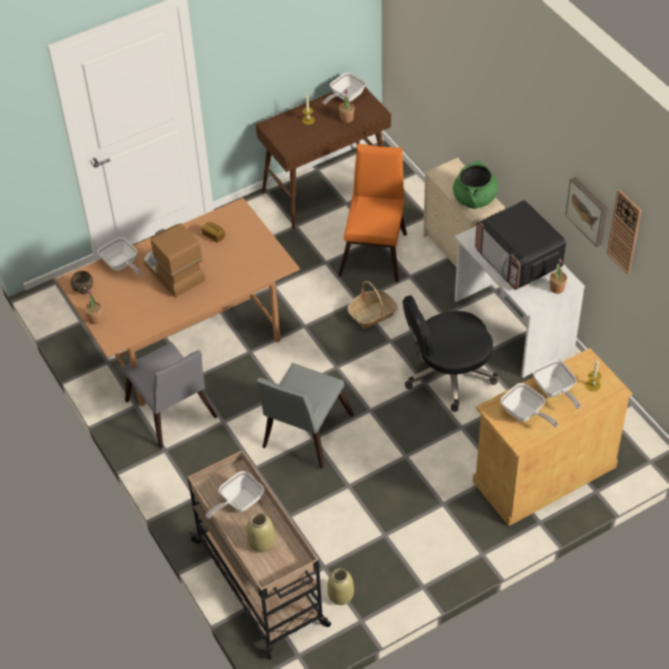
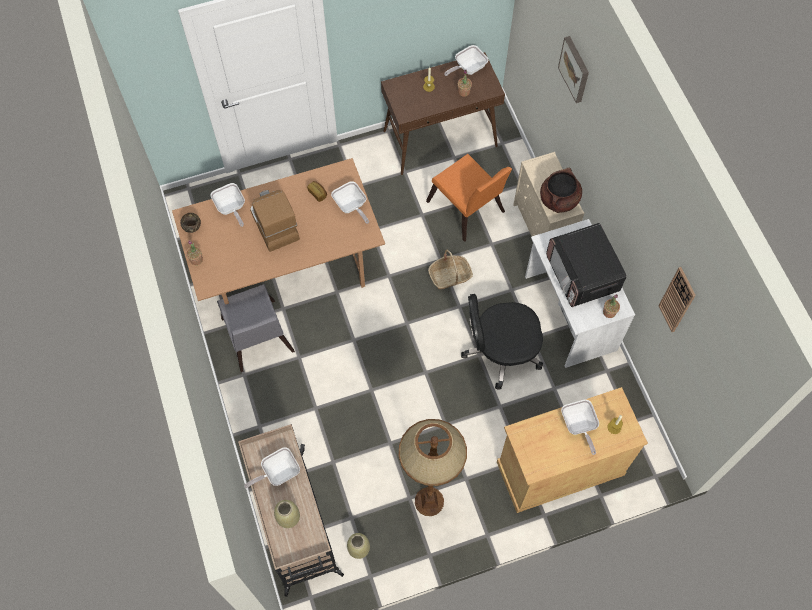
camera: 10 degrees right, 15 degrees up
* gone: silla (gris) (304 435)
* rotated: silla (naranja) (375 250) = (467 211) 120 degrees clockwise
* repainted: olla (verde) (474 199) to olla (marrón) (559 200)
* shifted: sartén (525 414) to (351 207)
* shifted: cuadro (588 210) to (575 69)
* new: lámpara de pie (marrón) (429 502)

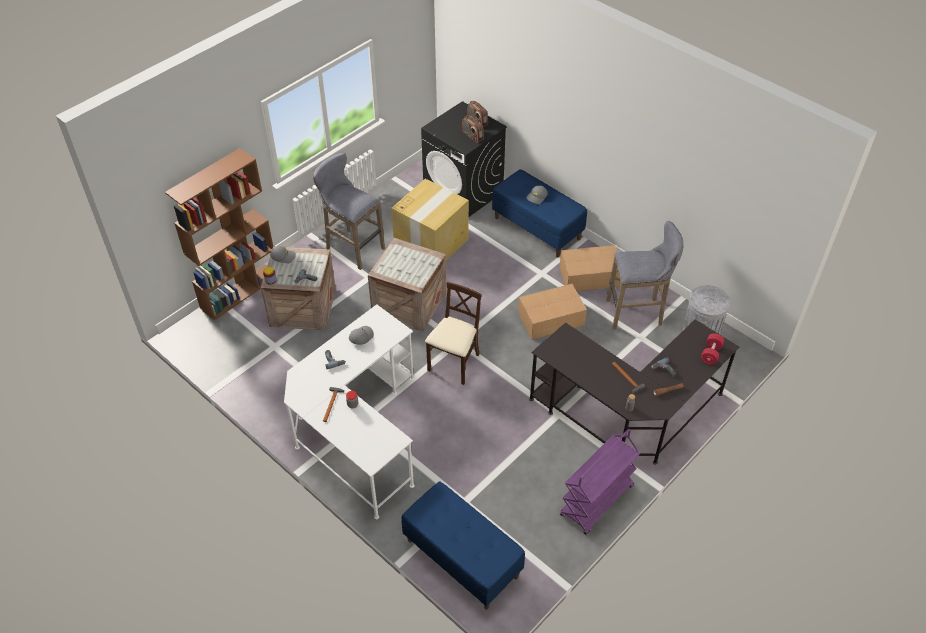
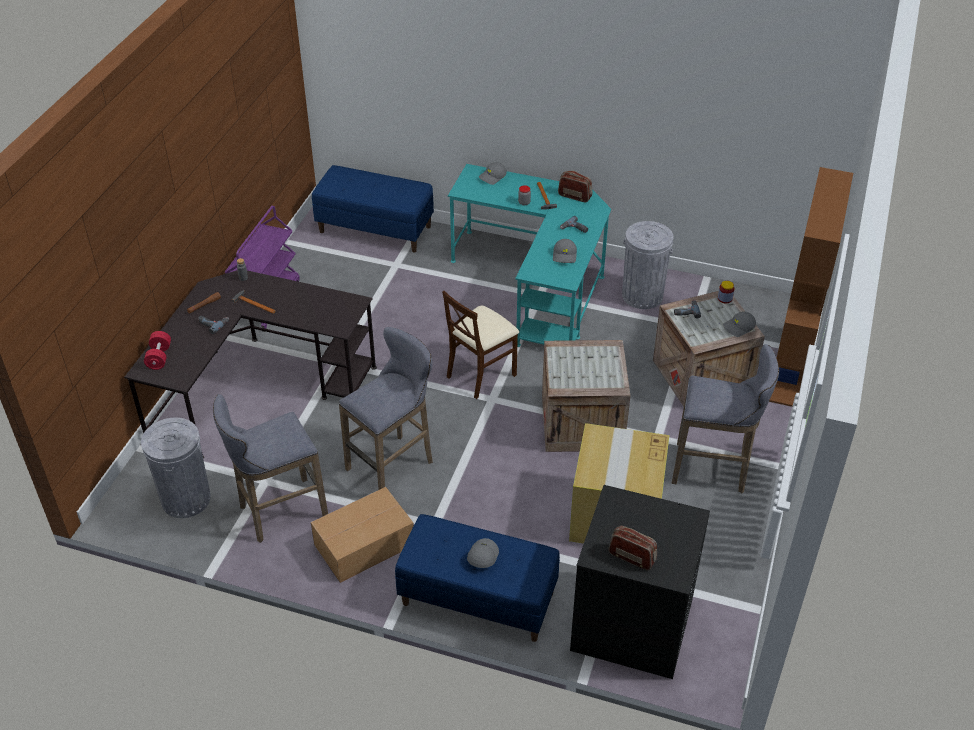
camera: 155 degrees right, 5 degrees down
* repainted: escritorio (blanco) (356 431) to escritorio (turquesa) (538 283)
* rotated: silla (beis) (454 364) = (481 374) 45 degrees clockwise
* shifted: radio (472 136) to (574 196)
* swapped: caja de cartón (550 319) to taburete (gris) (393 464)
* new: gorra (gris) (492 177)
* new: papelera (gris) (642 295)

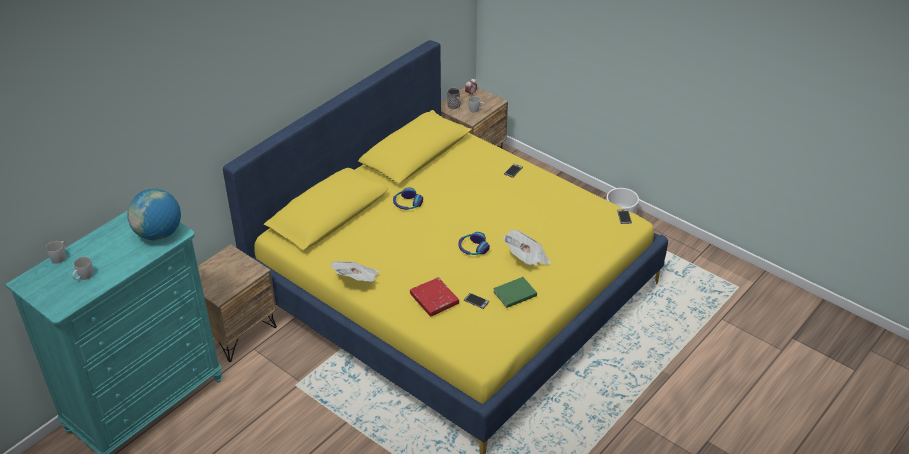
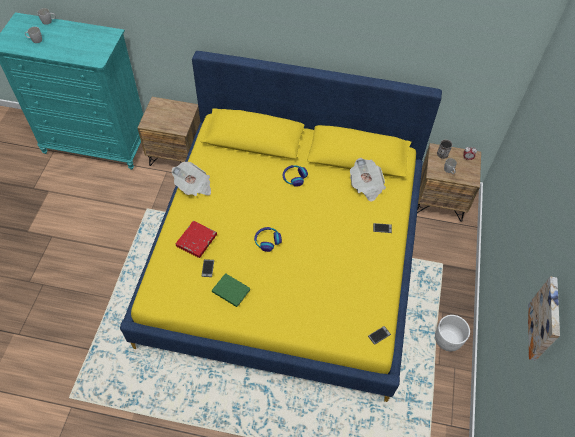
camera: 60 degrees right, 15 degrees up
* gone: globo terráqueo (158 234)
* shifted: periódico (527 258) to (366 186)
* new: cuadro (546 319)

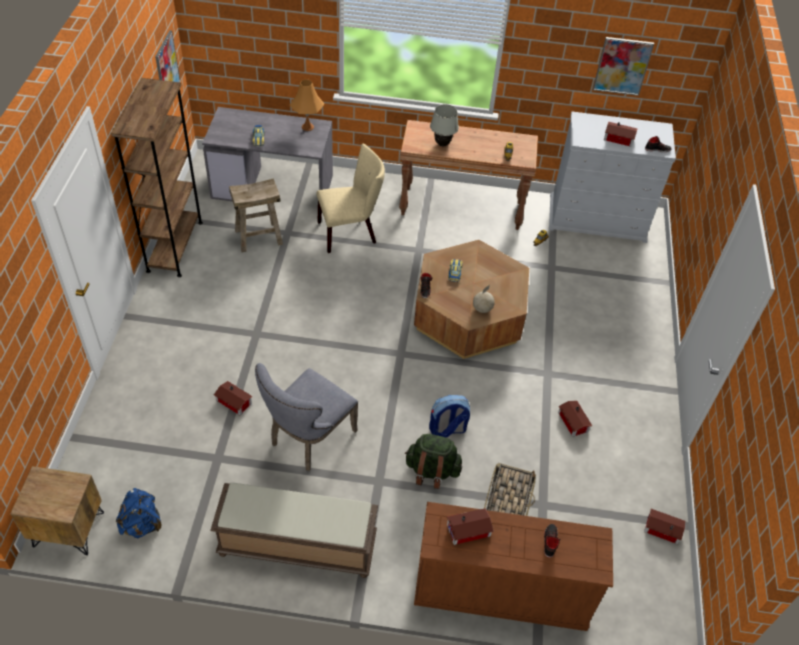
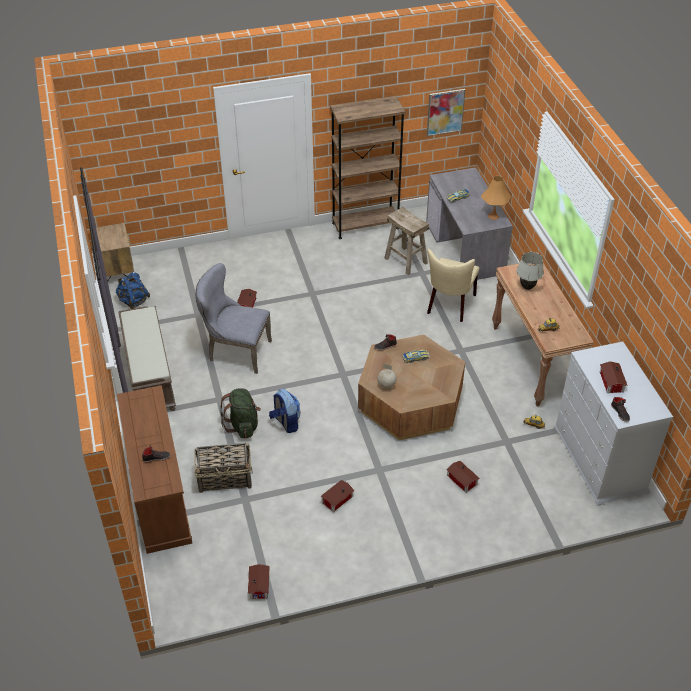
camera: 70 degrees right, 5 degrees down
* rotated: silla (beis) (351 232) = (449 306) 60 degrees clockwise
* shifted: casita (470 531) to (462 481)
* gone: cuadro (622 66)

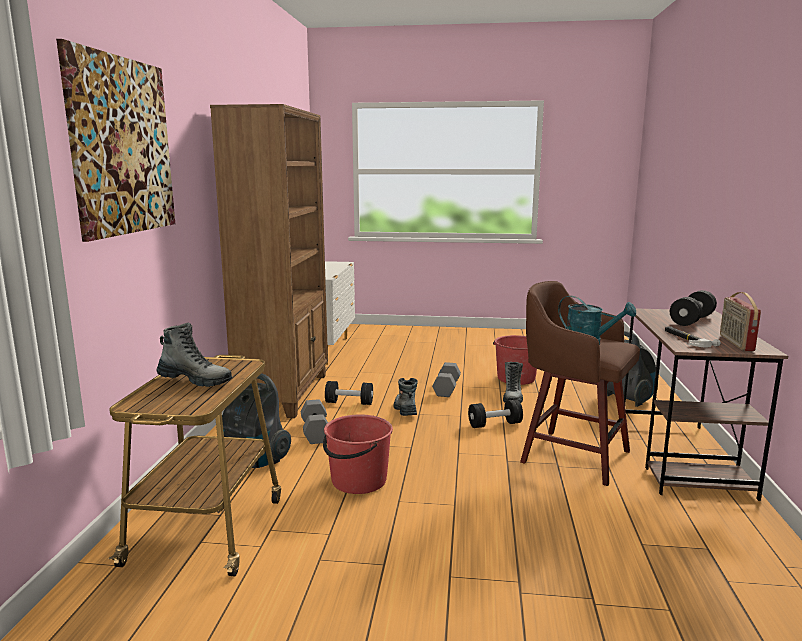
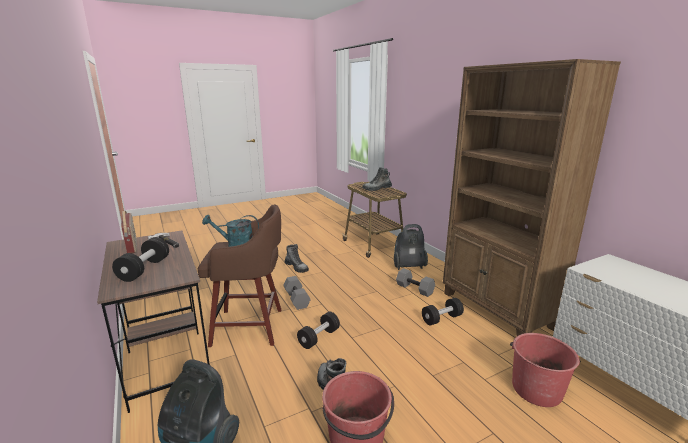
camera: 145 degrees right, 5 degrees up
* gone: cuadro (122 146)
* shifted: cubo (rojo) (358 481) to (536 389)
* shifted: bota (405 410) to (296 267)
* shifted: mancuerna (gris) (447 389) to (296 299)

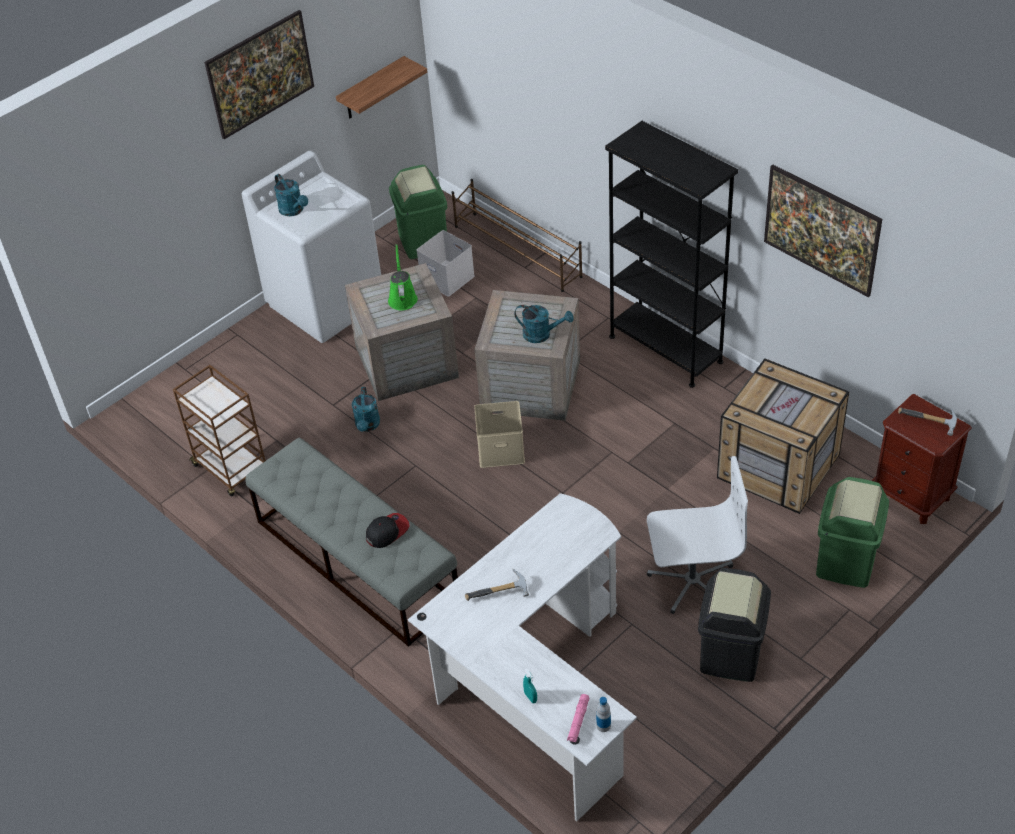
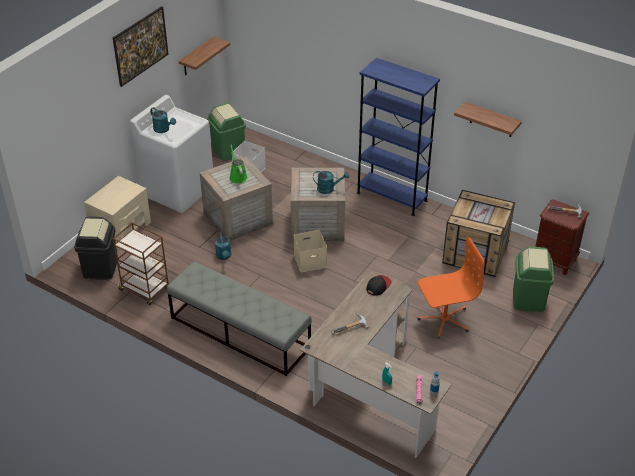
camera: 15 degrees left, 5 degrees down
* shifted: gorra (387 531) to (378 286)
* repainted: escritorio (blanco) (534 685) to escritorio (marrón) (369 387)
* gone: zapatero (marrón) (517 252)
* repainted: estantería (negro) (665 349) to estantería (azul) (391 197)
* repainted: silla de oficina (blanco) (691 581) to silla de oficina (naranja) (444 319)
* shifted: papelera (negro) (730 654) to (100 268)
* swapped: cuadro (819 248) to estante (491 120)
* new: mesita de noche (beis) (121 229)

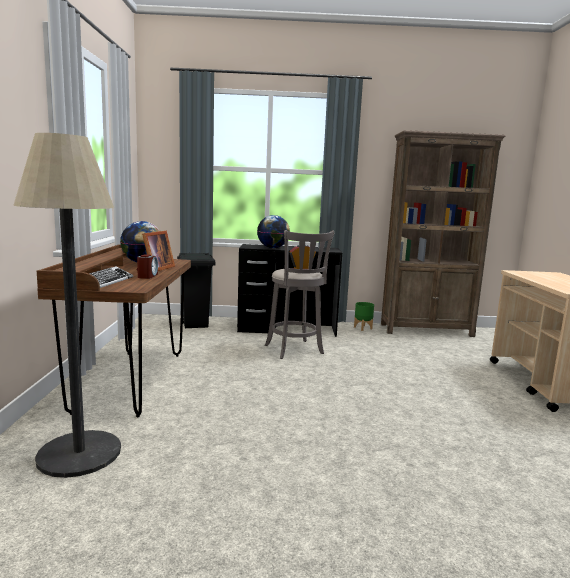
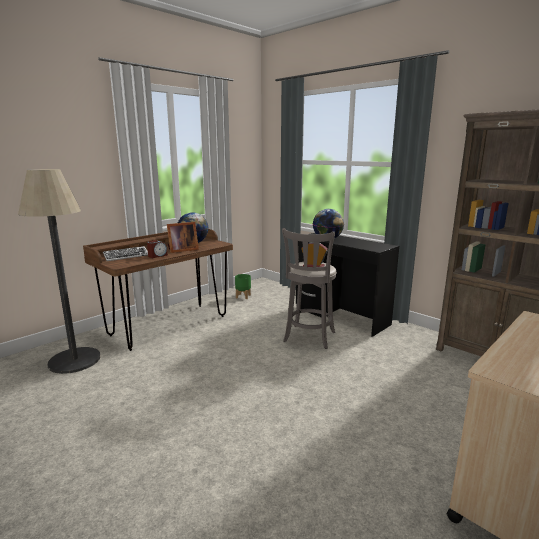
camera: 45 degrees right, 5 degrees up
* gone: papelera (negro) (196 325)
* shifted: maceta (verde) (363 328) to (243 296)

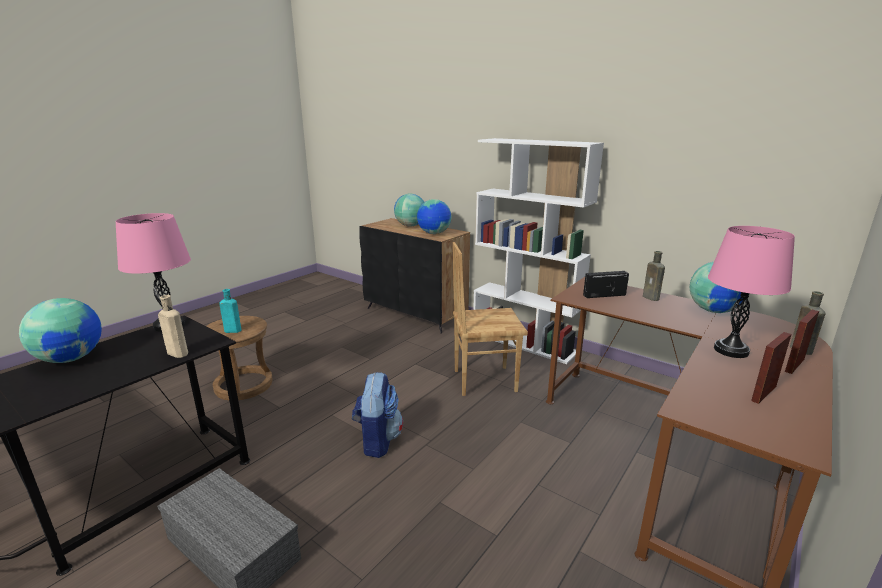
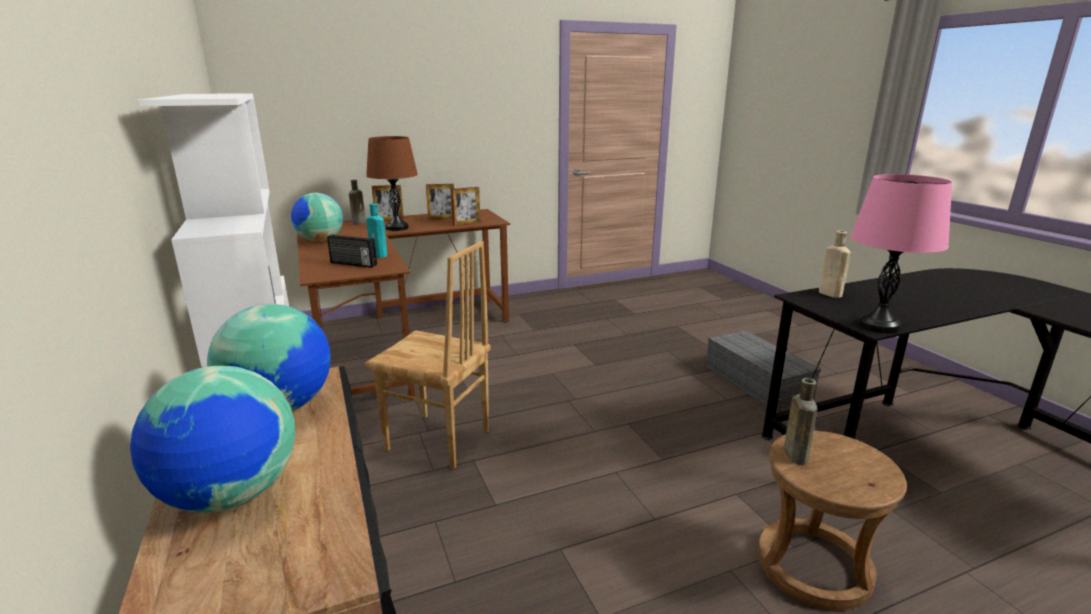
camera: 150 degrees left, 0 degrees up
* gone: globo terráqueo (71 358)
* shifted: botella (turquesa) (231 331) to (379 255)
* gone: mochila (377 440)
* shifted: botella (marrón) (651 298) to (794 454)
* repainted: lámpara de mesa (rosa) (731 350) to lámpara de mesa (marrón) (397 228)
* new: portarretratos (467 224)

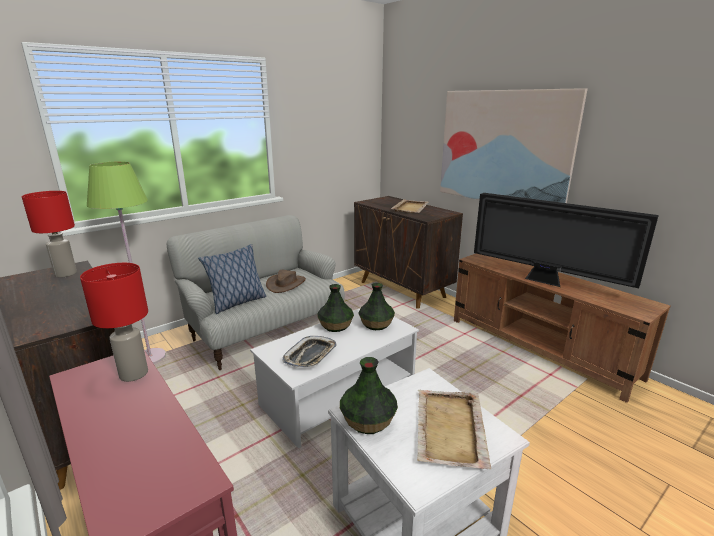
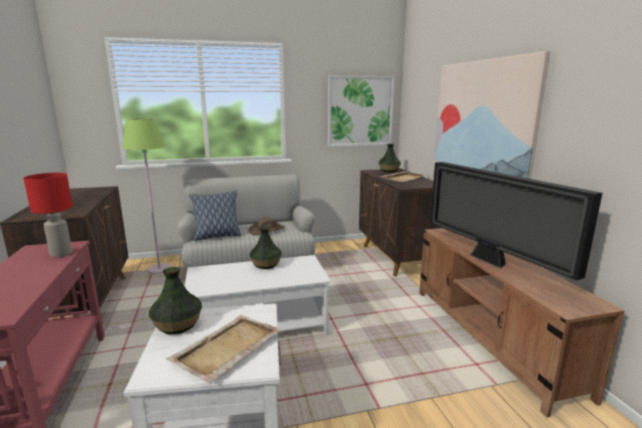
camera: 25 degrees right, 5 degrees down
* gone: lámpara de mesa (rojo) (65 274)
* gone: bandeja (310 355)
* shifted: florero (376 324) to (389 171)
* new: cuadro (360 111)

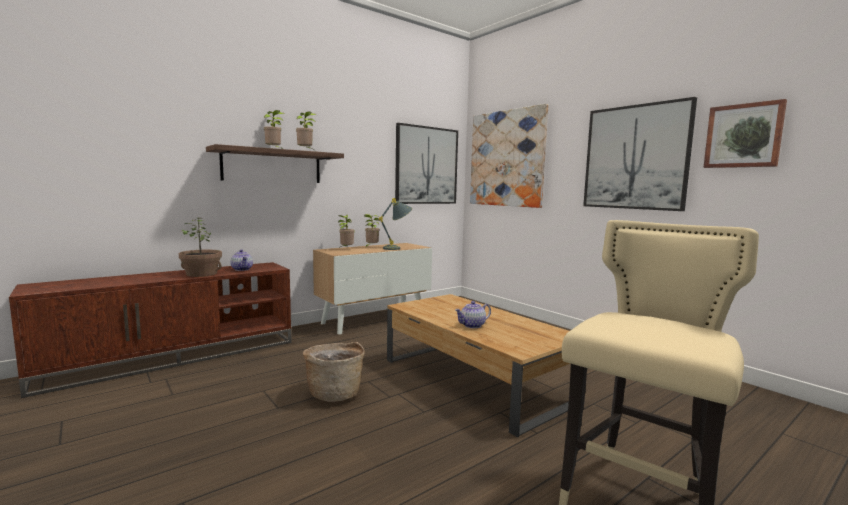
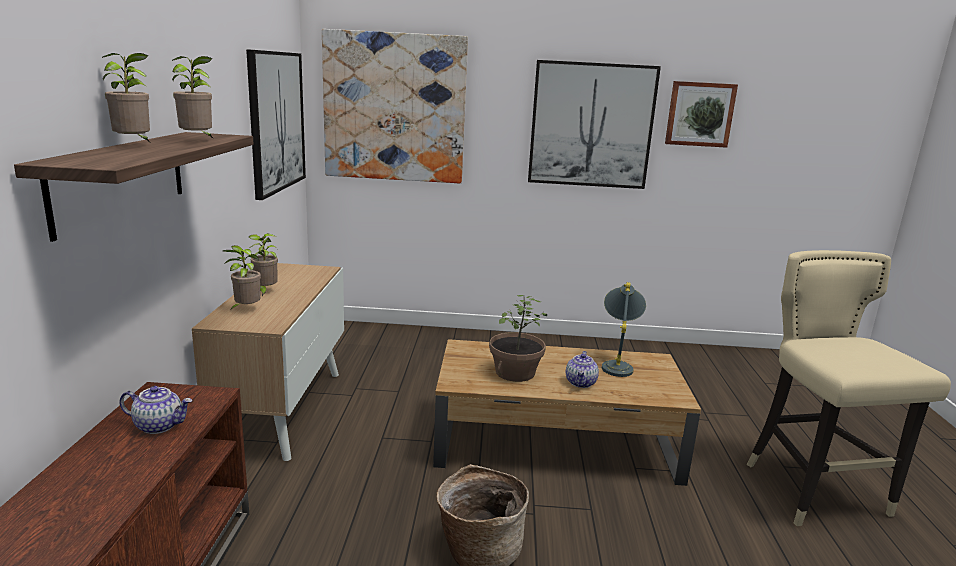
camera: 50 degrees left, 10 degrees up
* shifted: planta en maceta (202 274) to (514 372)
* shifted: lámpara de mesa (gris) (397 248) to (617 365)

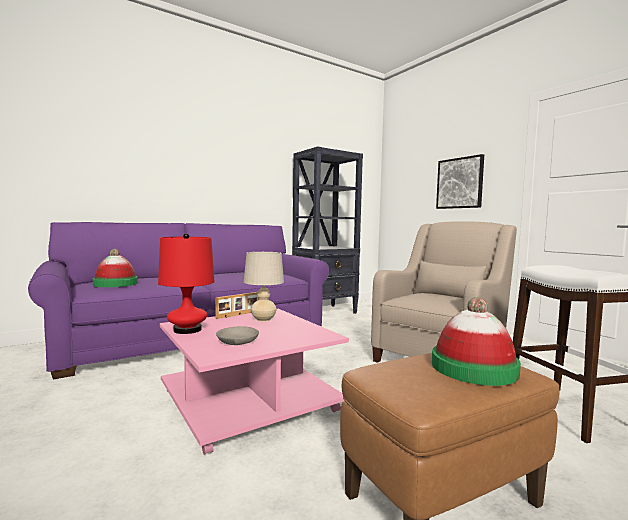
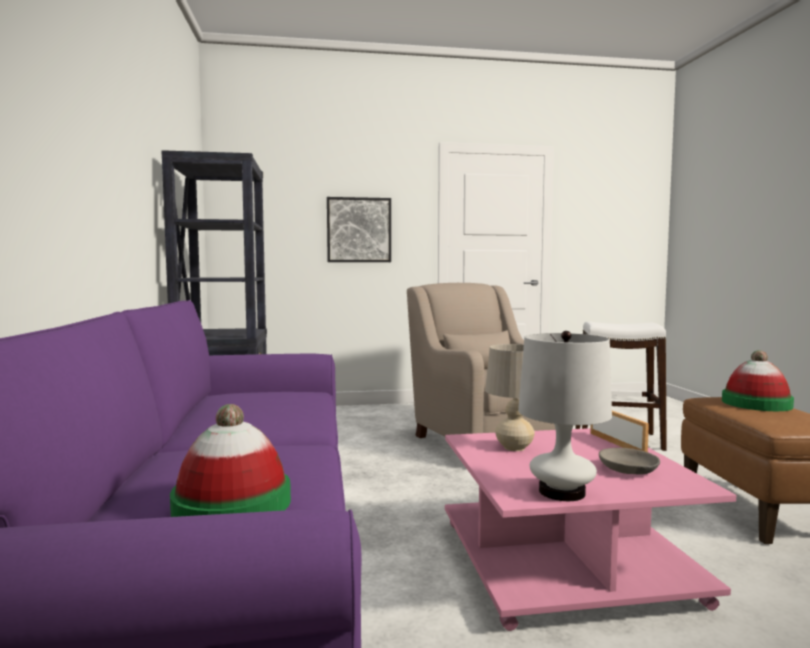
camera: 65 degrees left, 0 degrees up
* repainted: lámpara de mesa (rojo) (187 330) to lámpara de mesa (blanco) (562 492)
* shifted: portarretratos (239 314) to (618 444)

